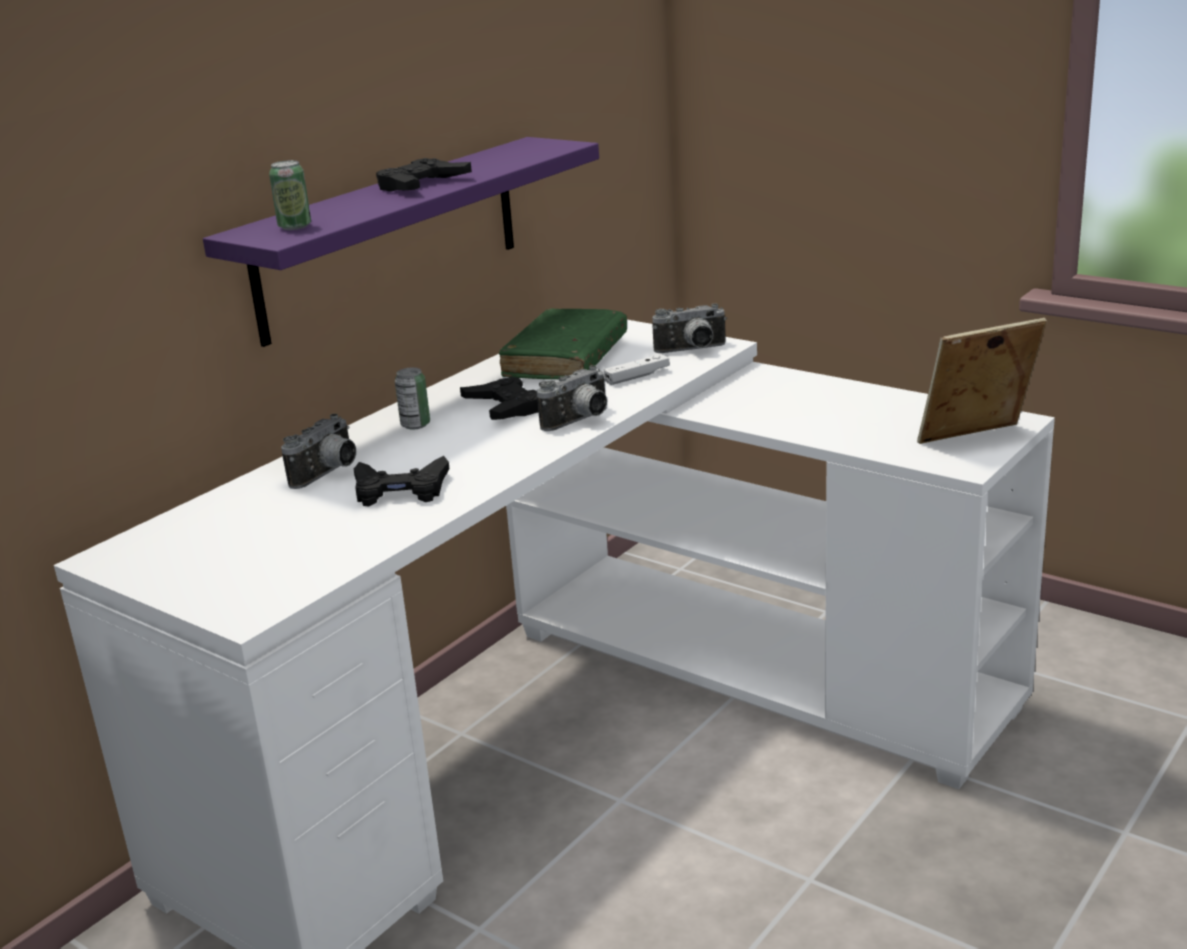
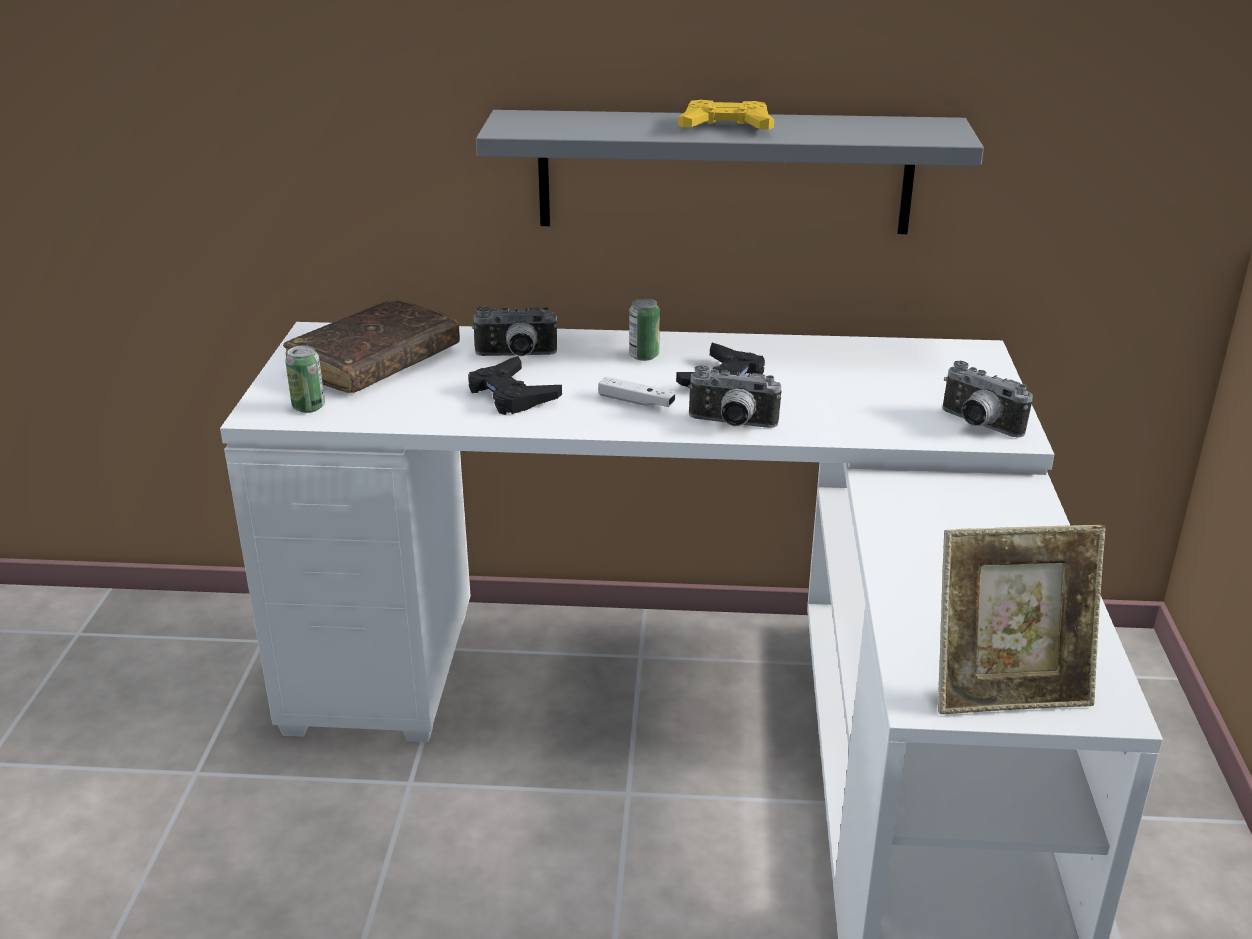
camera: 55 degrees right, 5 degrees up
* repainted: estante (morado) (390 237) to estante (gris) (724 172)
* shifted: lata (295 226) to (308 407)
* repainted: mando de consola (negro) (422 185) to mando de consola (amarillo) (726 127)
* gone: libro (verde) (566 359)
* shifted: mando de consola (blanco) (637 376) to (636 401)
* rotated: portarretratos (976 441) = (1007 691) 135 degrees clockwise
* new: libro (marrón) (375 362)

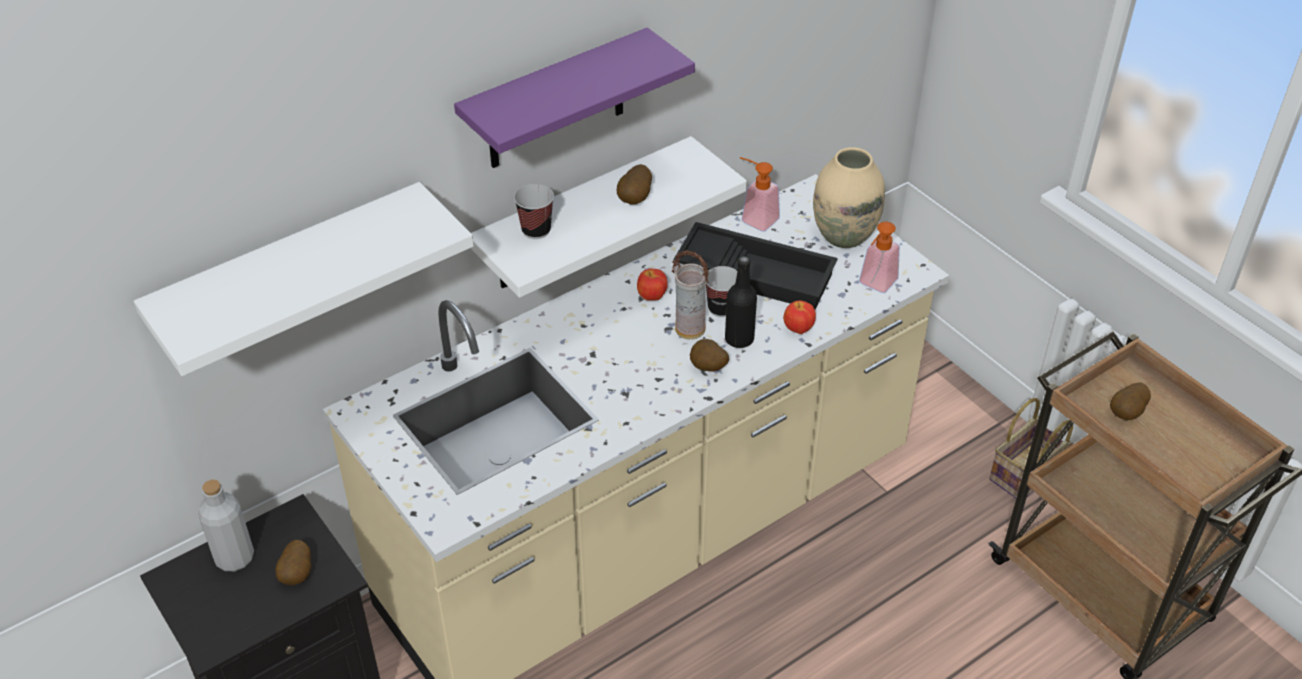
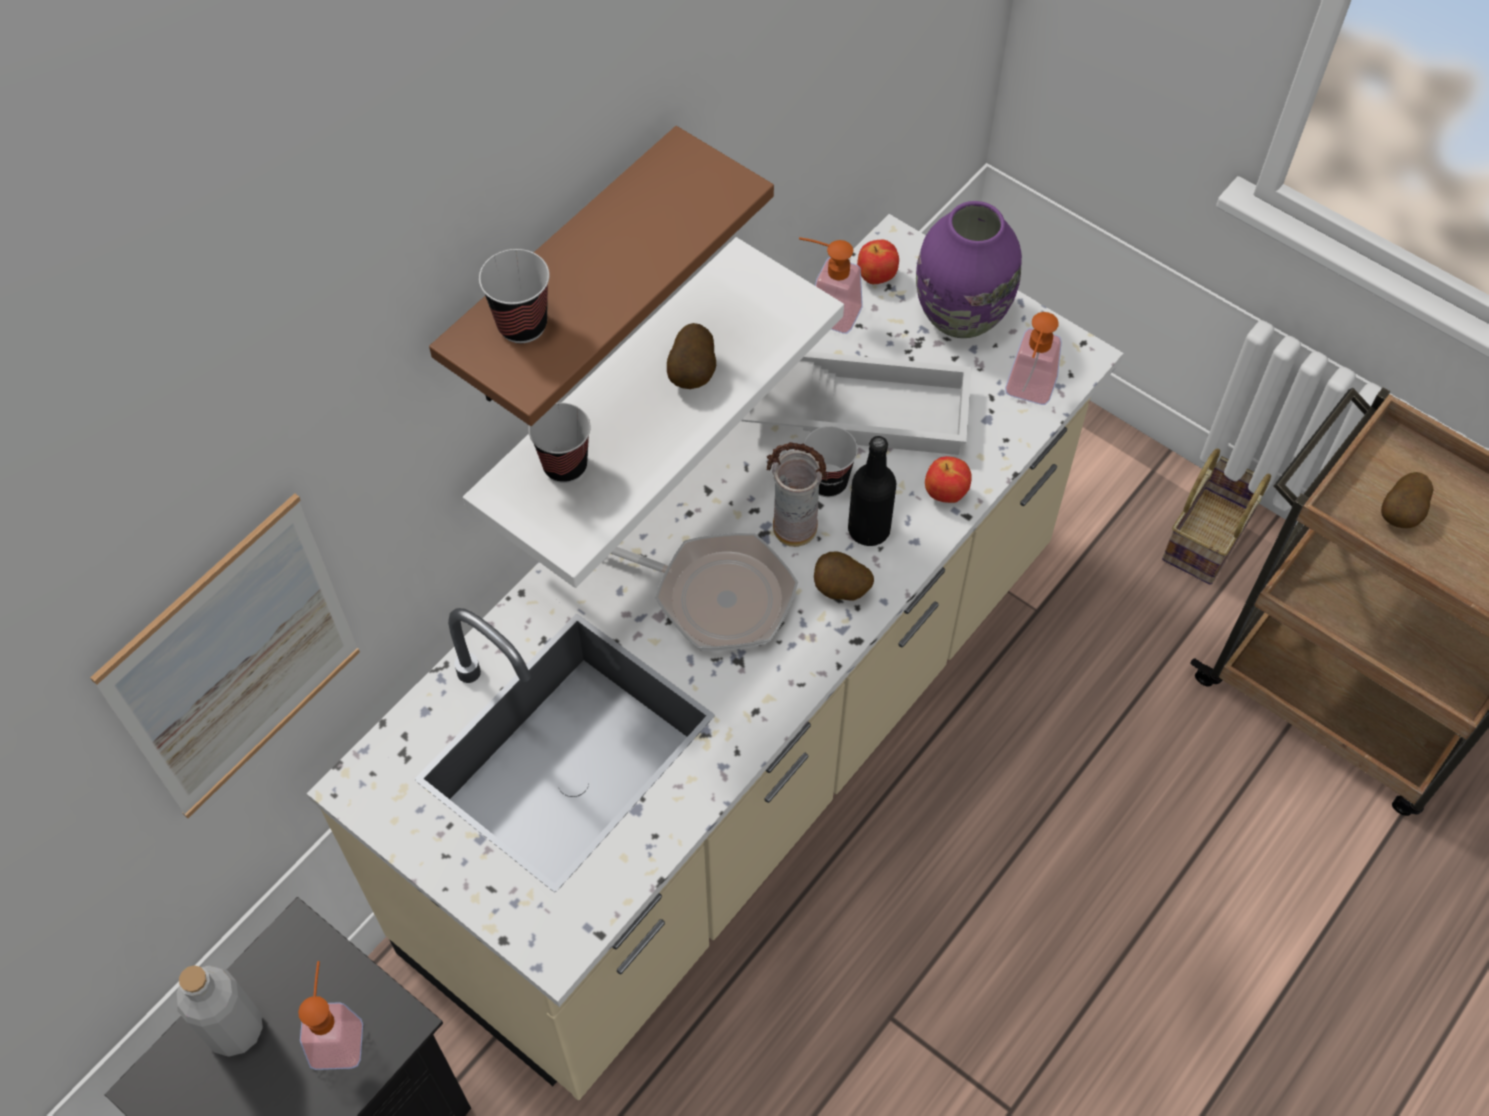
camera: 15 degrees left, 15 degrees up
* swapped: estante (blanco) (291 274) to cuadro (236 661)
* swapped: patata (298 574) to dispensador de jabón (337 1033)
* repainted: estante (morado) (555 102) to estante (marrón) (563 278)
* shifted: manzana (652 297) to (876 278)
* repainted: bandeja (negro) (756 273) to bandeja (blanco) (858 408)
* repainted: florero (beis) (843 236) to florero (morado) (960 317)
* new: taza (522 325)
* new: sartén (715 595)

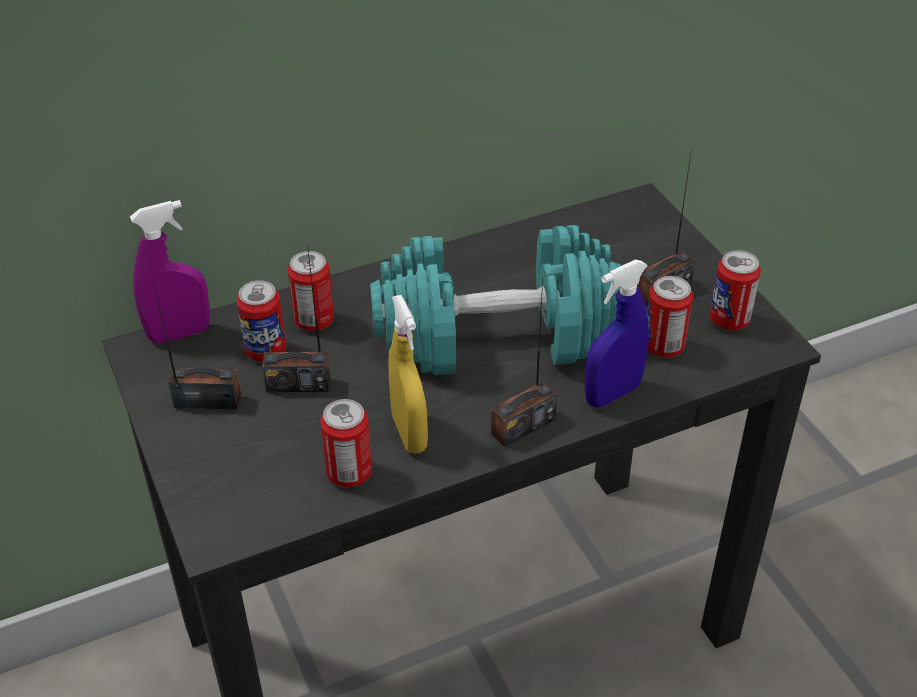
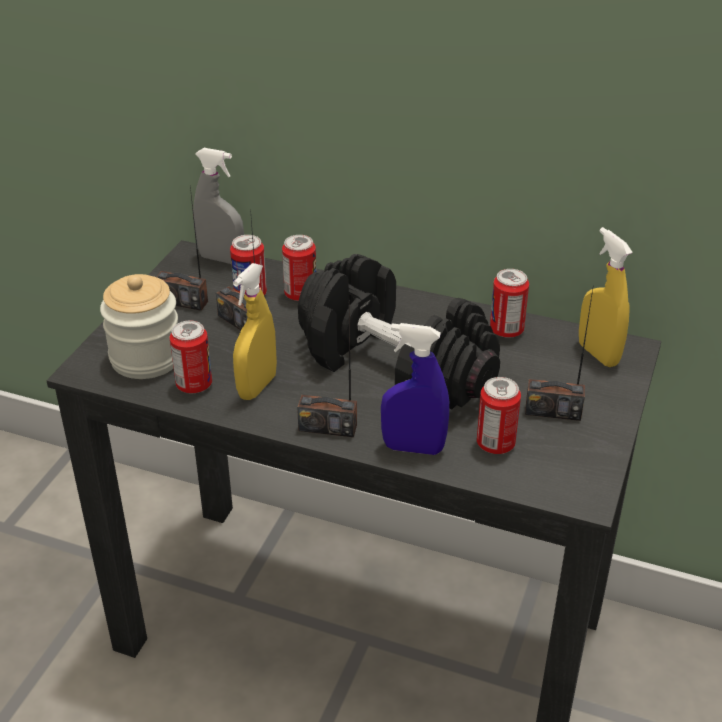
camera: 45 degrees right, 5 degrees down
* repainted: pulverizador (morado) (179 333) to pulverizador (gris) (221 259)
* rotated: radio (207 401) = (182 301) 150 degrees clockwise
* repainted: mancuerna (turquesa) (496 336) to mancuerna (negro) (393 368)
* shifted: lata (729 320) to (506 330)
* new: tarro (146 358)
* new: pulverizador (amarillo) (598 354)

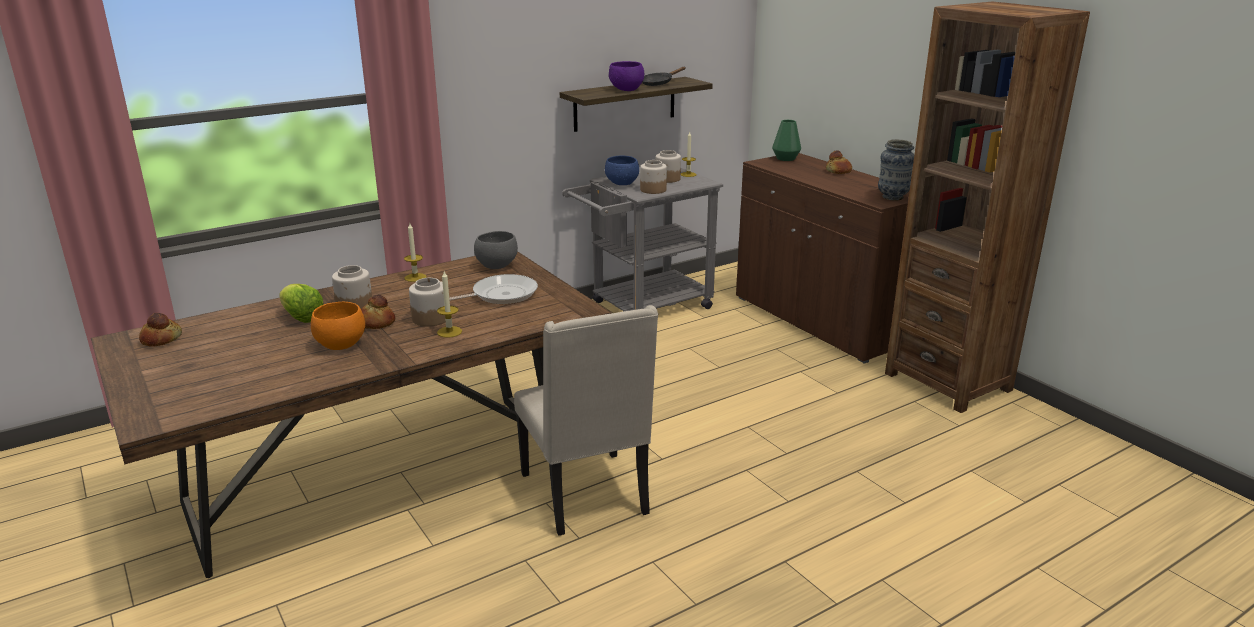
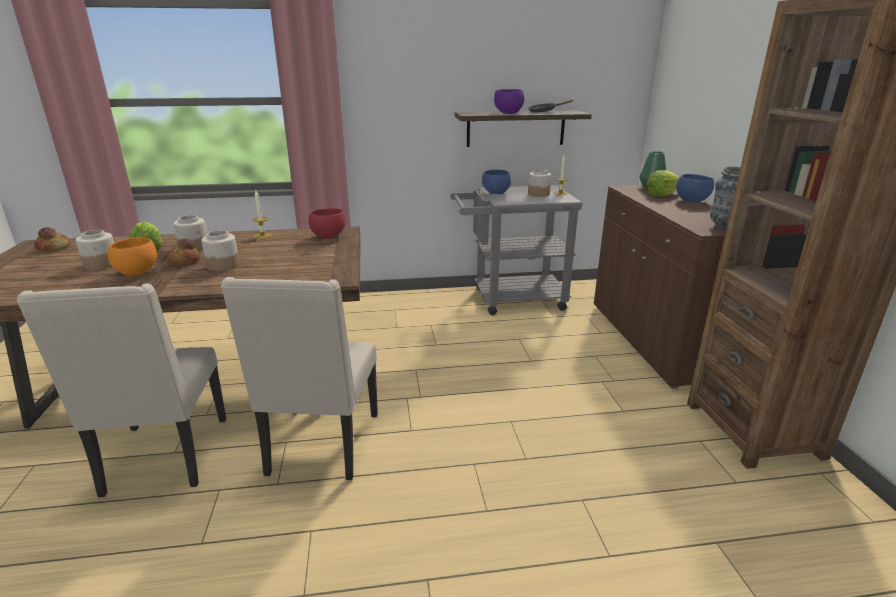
camera: 25 degrees right, 0 degrees up
* gone: vela (449 332)
* gone: sartén (501 295)
* repainted: cuenco (gris) (496 266) to cuenco (rojo) (328 236)
* shifted: tarro (653 190) to (101 264)
* swapped: pan (838 171) to cuenco (azul) (692 201)
* new: silla (beis) (165 457)
* new: lechuga (661 195)

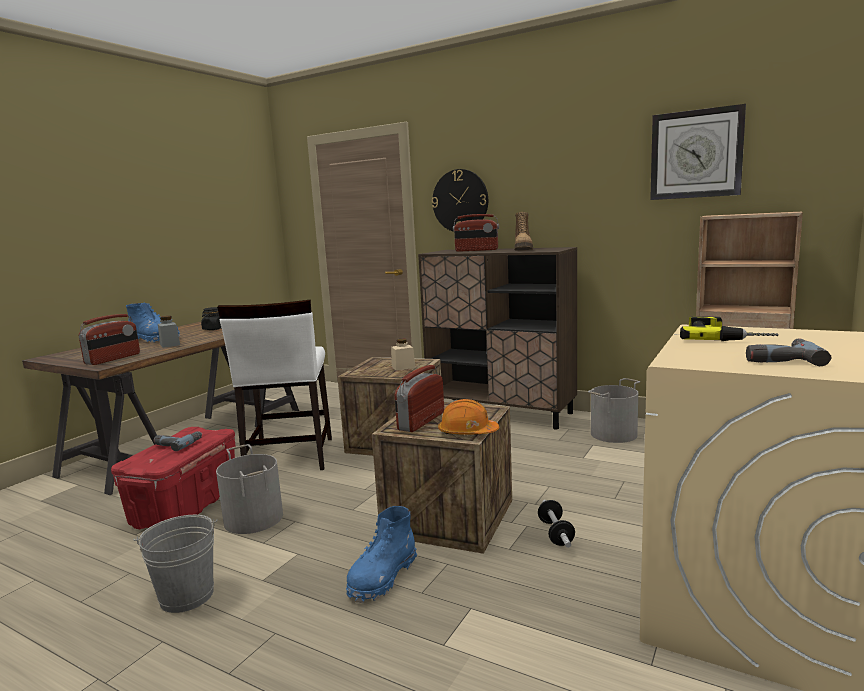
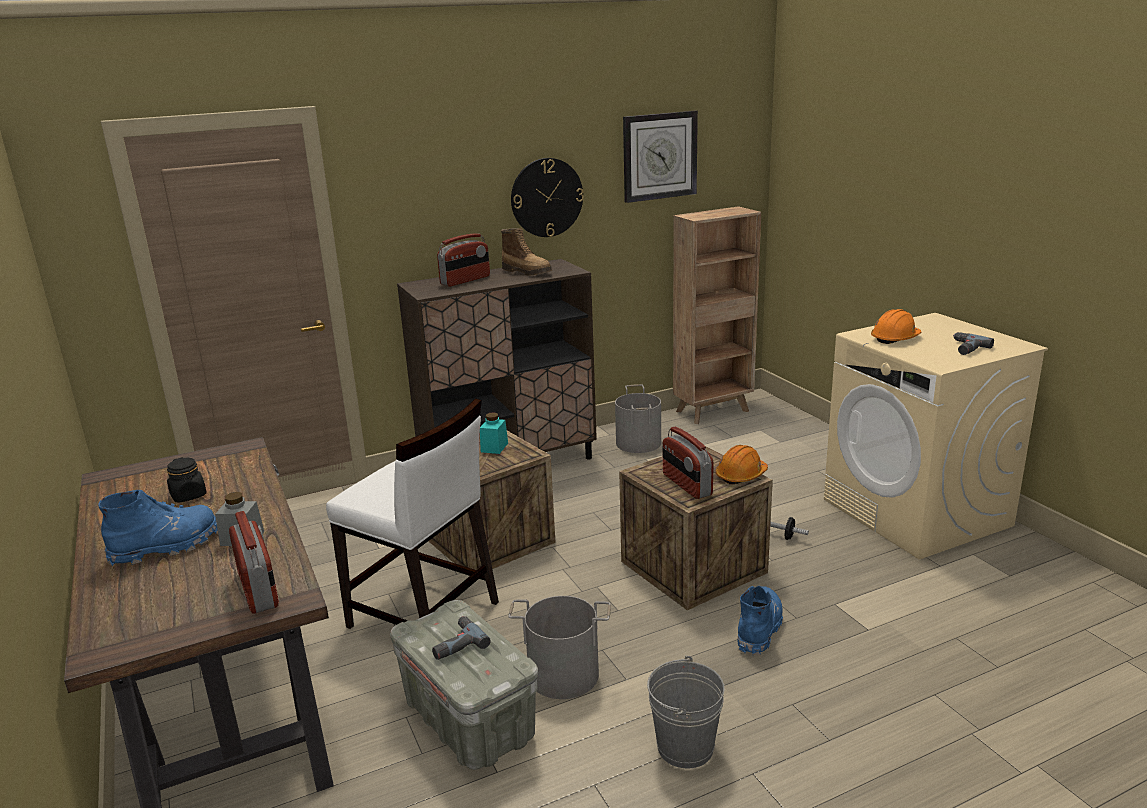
camera: 55 degrees left, 10 degrees up
* repainted: caja de almacenaje (rojo) (186 507) to caja de almacenaje (gris) (470 720)
* rotated: bota (azul) (382 578) = (759 629) 135 degrees counterclockwise
* repainted: tarro (beis) (403 367) to tarro (turquesa) (494 447)
* shifted: reloj de pared (460 201) to (546 197)
* swapped: taladro (725 337) to casco (naranja) (895 338)

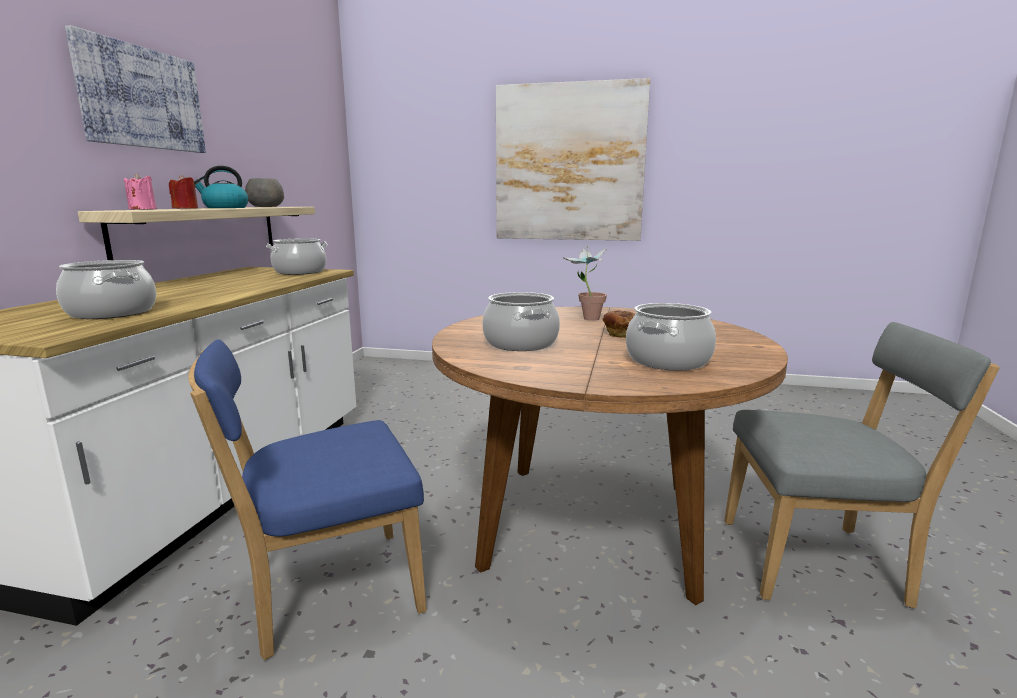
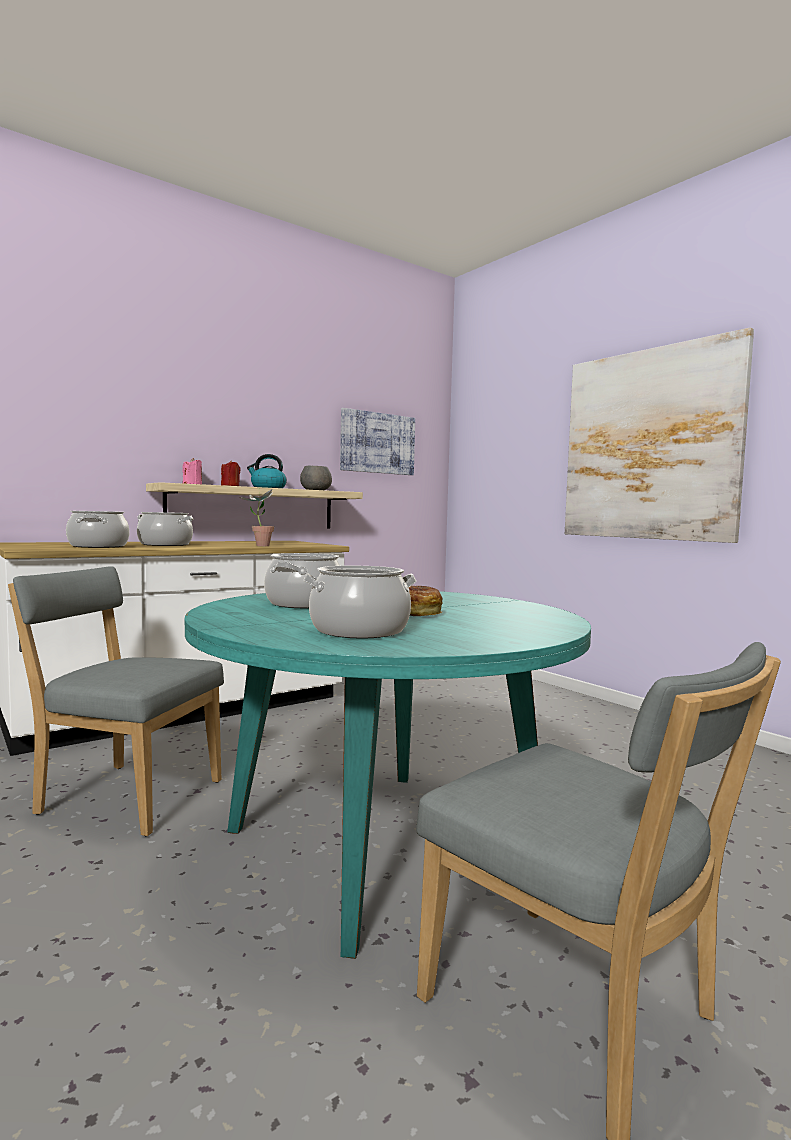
camera: 40 degrees right, 10 degrees down
* shifted: cuadro (142 98) to (377 443)
* repainted: silla (azul) (326 592) to silla (gris) (124 796)
* shifted: olla (300 272) to (165 544)
* repainted: mesa de comedor (marrón) (592 524) to mesa de comedor (turquesa) (382 845)
* shifted: planta en maceta (585 319) to (259 545)

